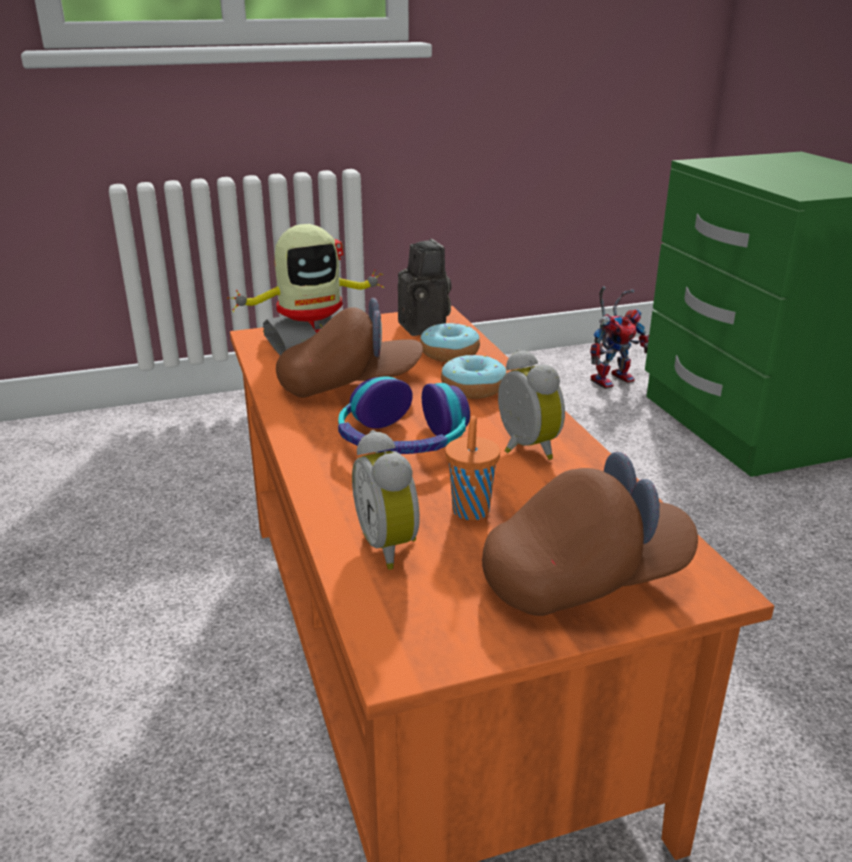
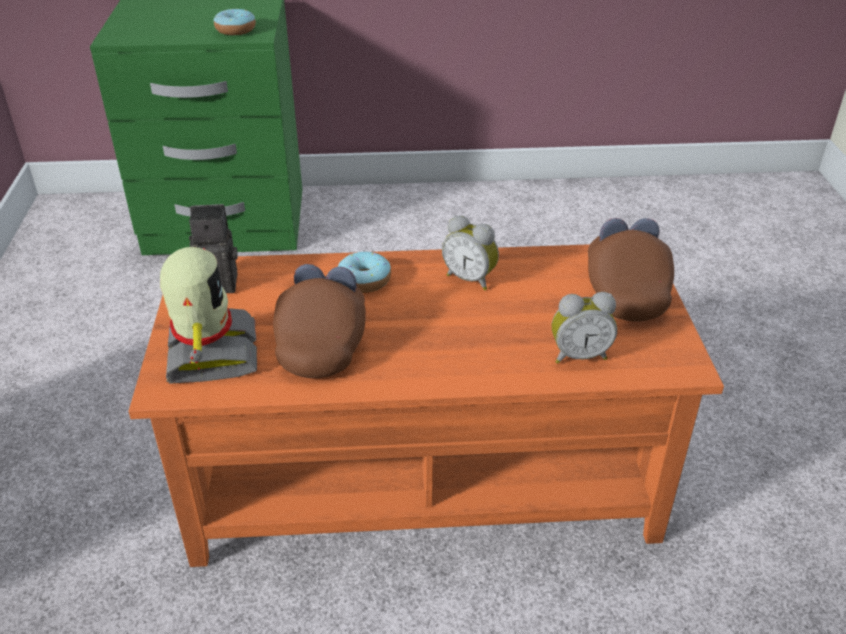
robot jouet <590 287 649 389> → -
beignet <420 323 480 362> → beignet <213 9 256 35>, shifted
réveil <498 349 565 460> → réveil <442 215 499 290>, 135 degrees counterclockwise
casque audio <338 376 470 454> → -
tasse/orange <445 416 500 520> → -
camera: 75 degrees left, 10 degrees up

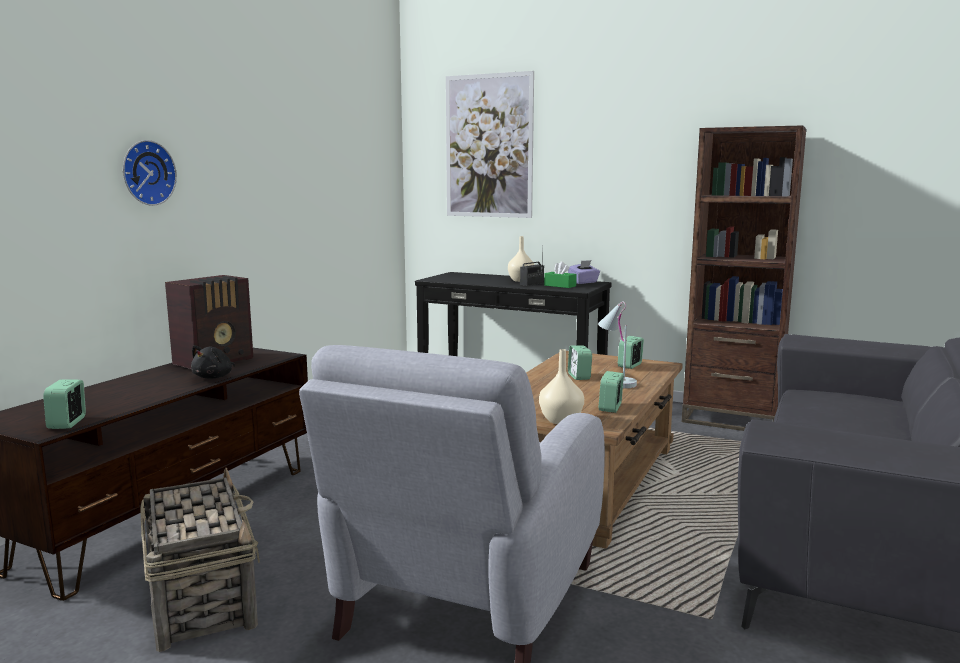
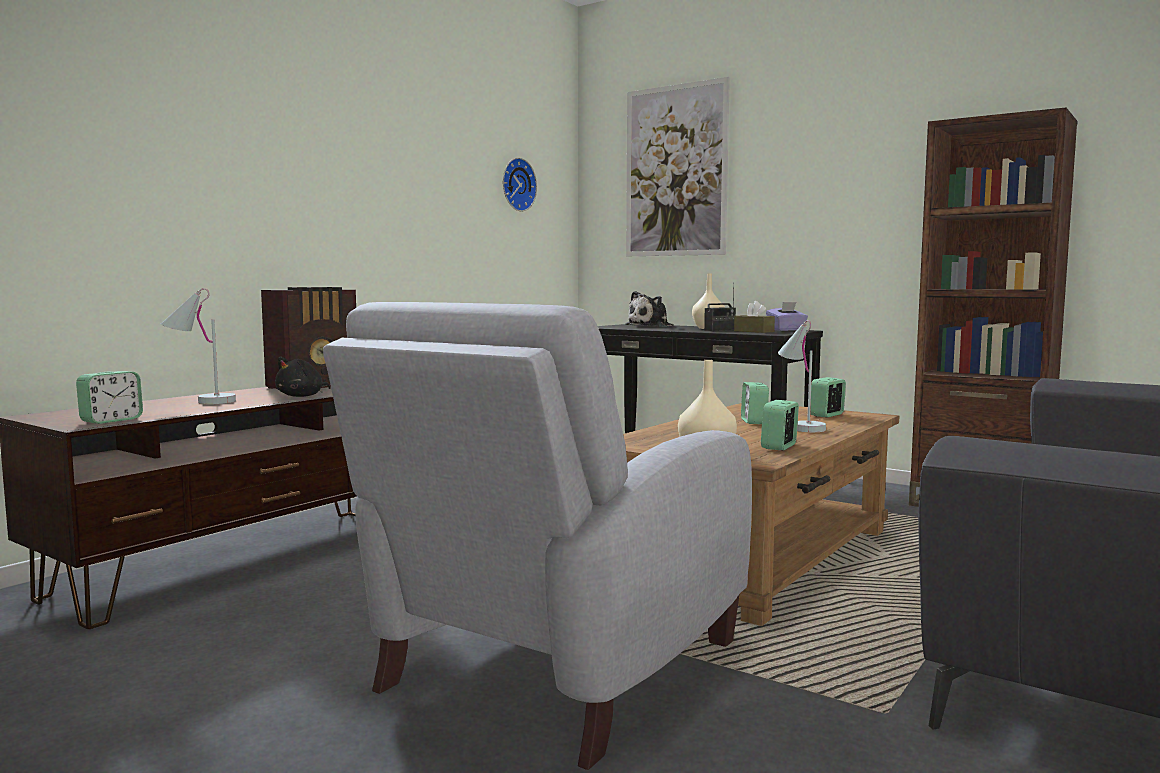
horloge murale <123 140 177 206> → horloge murale <503 158 537 212>, shifted
boîte à mouchoirs/vert <544 261 577 288> → boîte à mouchoirs/marron <734 301 775 333>
réveil <43 379 86 429> → réveil <76 371 143 424>, 150 degrees counterclockwise
panier <140 468 260 652> → -
- → lampe de table/blanc <161 288 236 404>
- → peluche <625 291 673 327>
camera: 10 degrees right, 5 degrees down

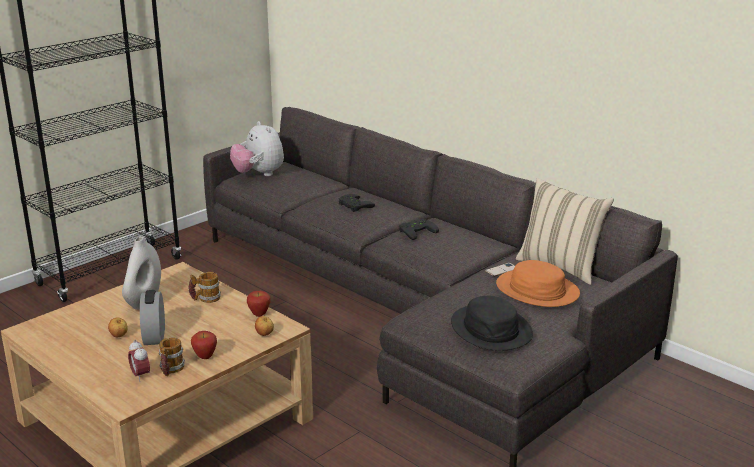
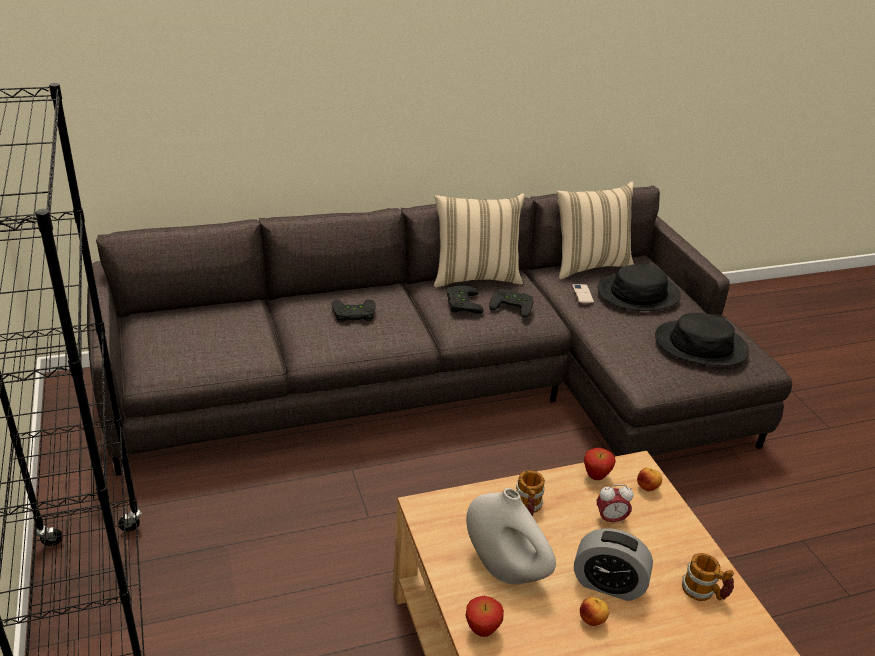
peluche <230 121 284 176> → -
chapeau/orange <496 260 580 307> → chapeau/noir <597 264 681 311>
pomme <191 331 217 359> → pomme <465 596 504 637>, shifted
réveil <128 340 150 382> → réveil <597 484 634 524>, shifted
- → coussin/beige <434 193 525 287>
- → manette/noir <489 289 533 318>
camera: 65 degrees left, 10 degrees up

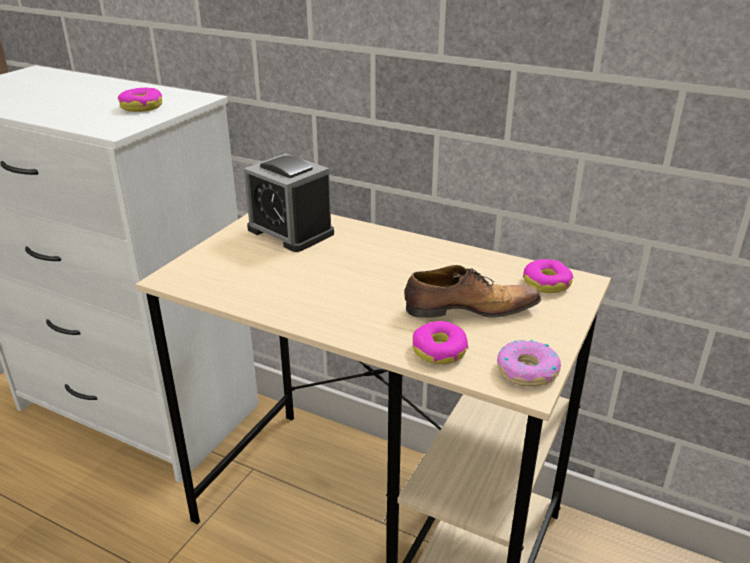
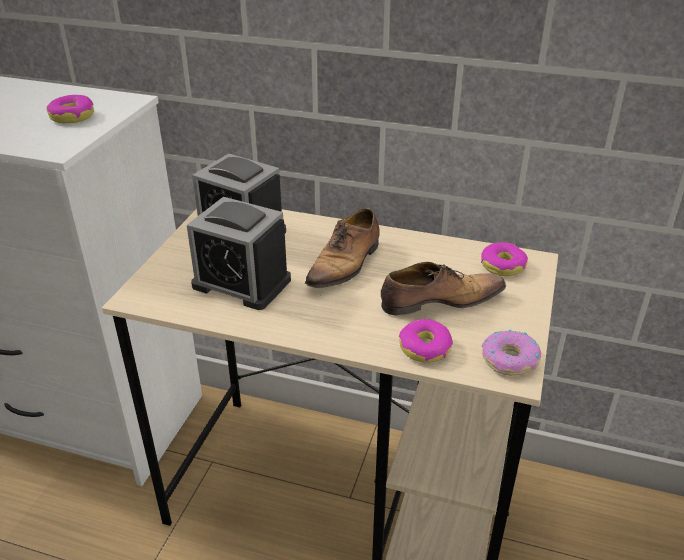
- → réveil <187 197 291 310>
- → chaussure <305 208 379 288>
camera: 10 degrees left, 5 degrees up

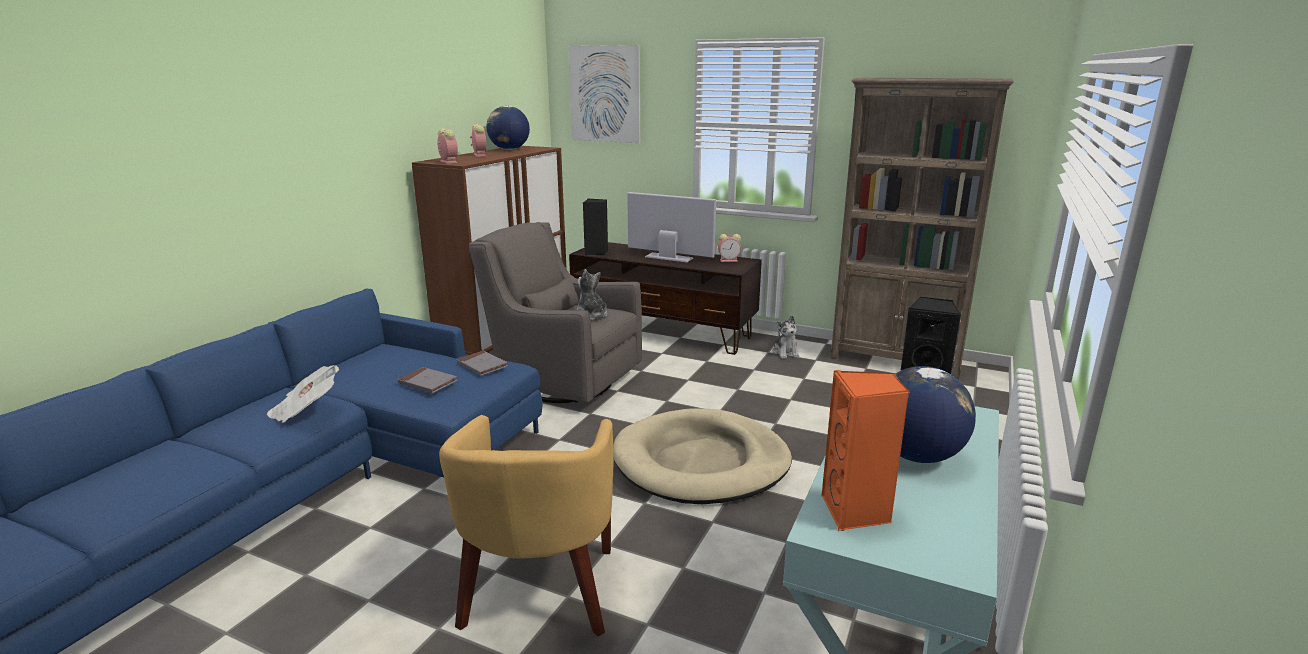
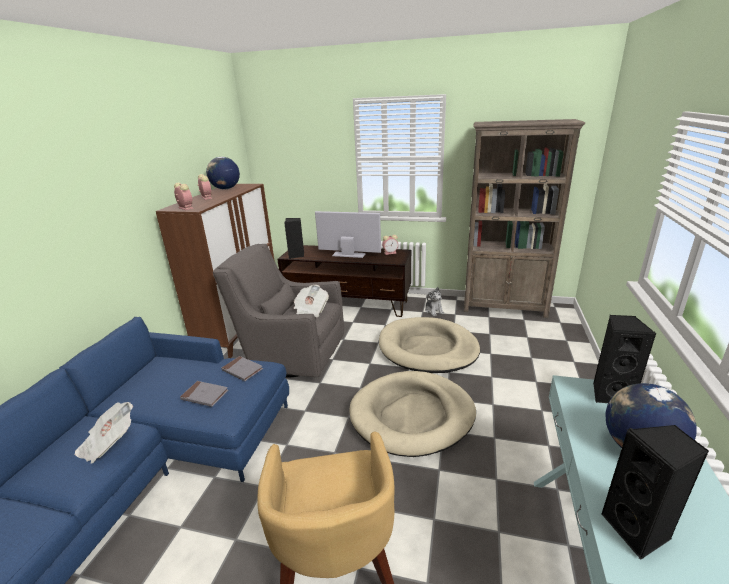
tableau <568 45 640 143> → -
peluche <577 269 607 321> → journal <294 285 329 318>
enceinte/orange <822 370 910 531> → enceinte/noir <601 425 709 559>
- → panier pour chien/beige <379 317 480 373>
camera: 10 degrees left, 5 degrees up

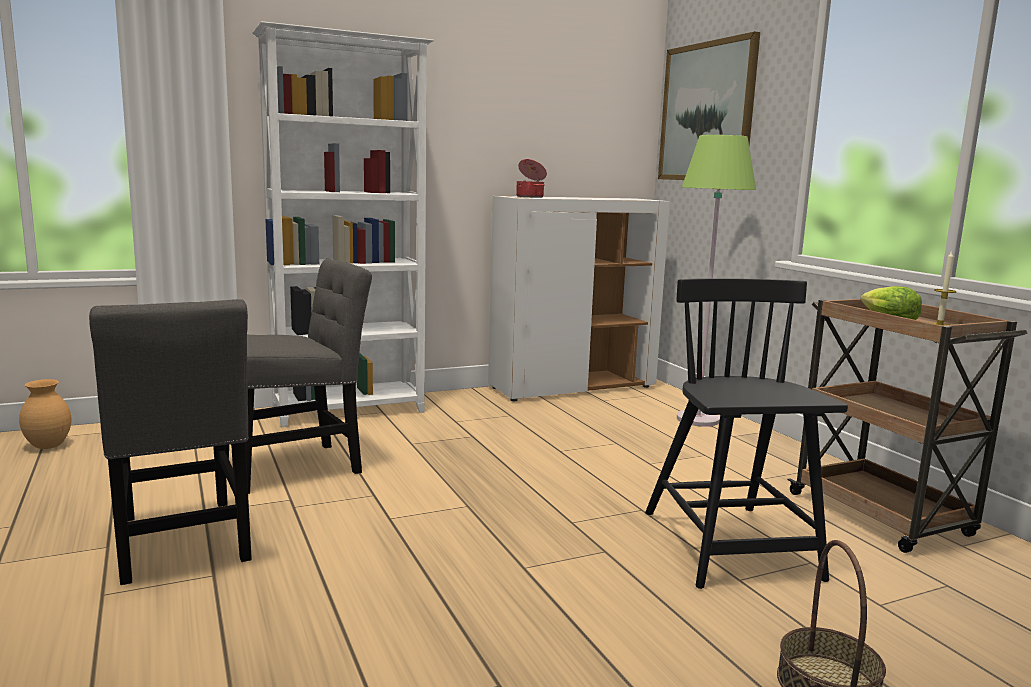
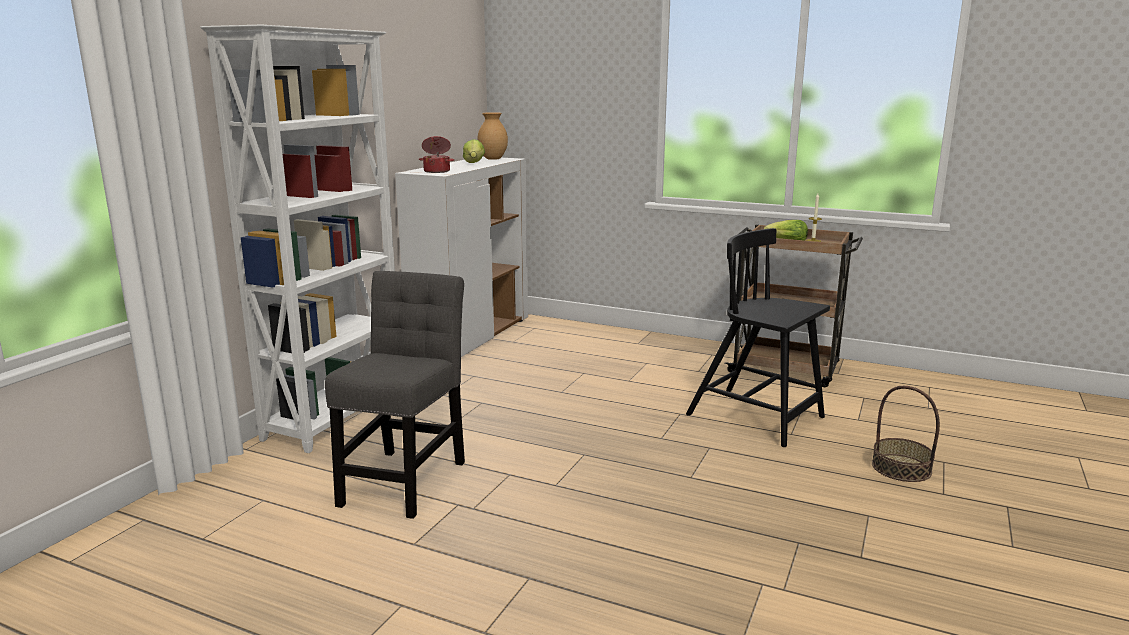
tableau <658 31 760 180> → -
lampadaire/vert <677 135 756 427> → -
chaise/gris <89 299 252 585> → -
vase/marron <19 379 72 449> → vase/marron <477 112 508 160>, shifted
- → laitue <463 139 485 163>
camera: 40 degrees left, 5 degrees up

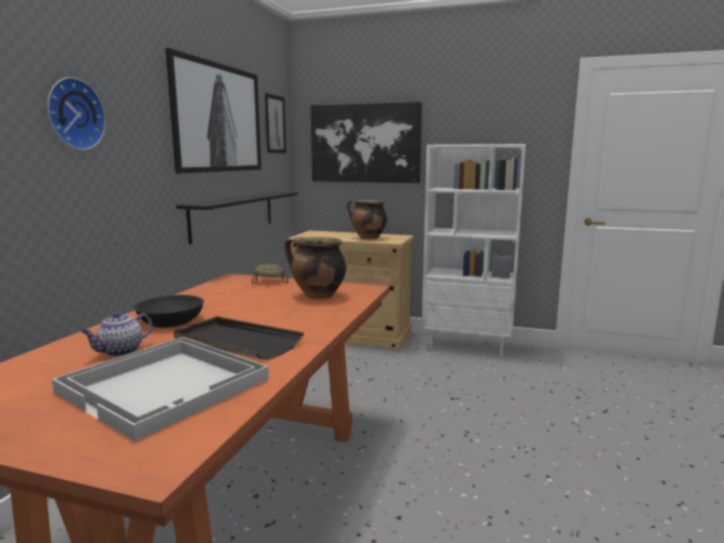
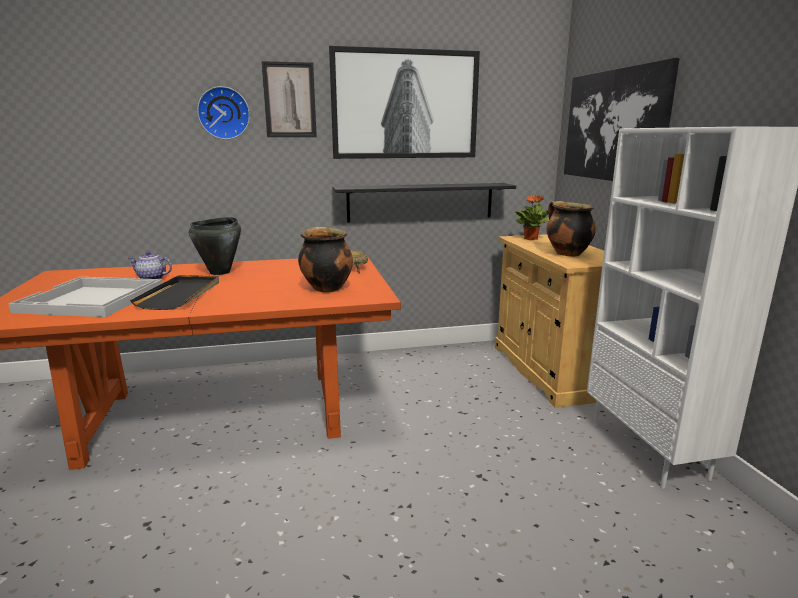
tableau <265 93 286 153> → tableau <262 61 317 137>, shifted
bol/noir <134 295 204 328> → marmite/noir <189 217 241 275>
- → plante en pot <516 195 549 240>
camera: 60 degrees right, 5 degrees up

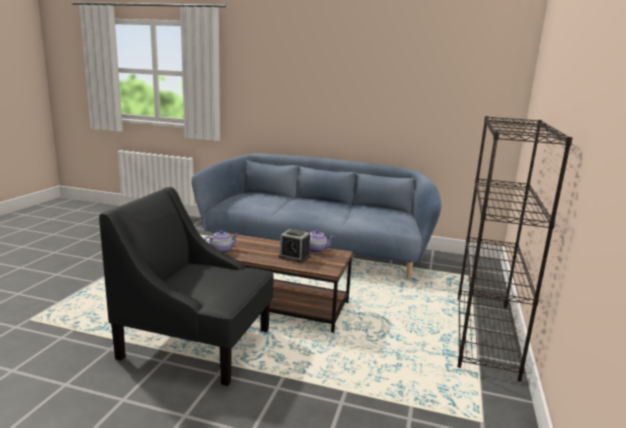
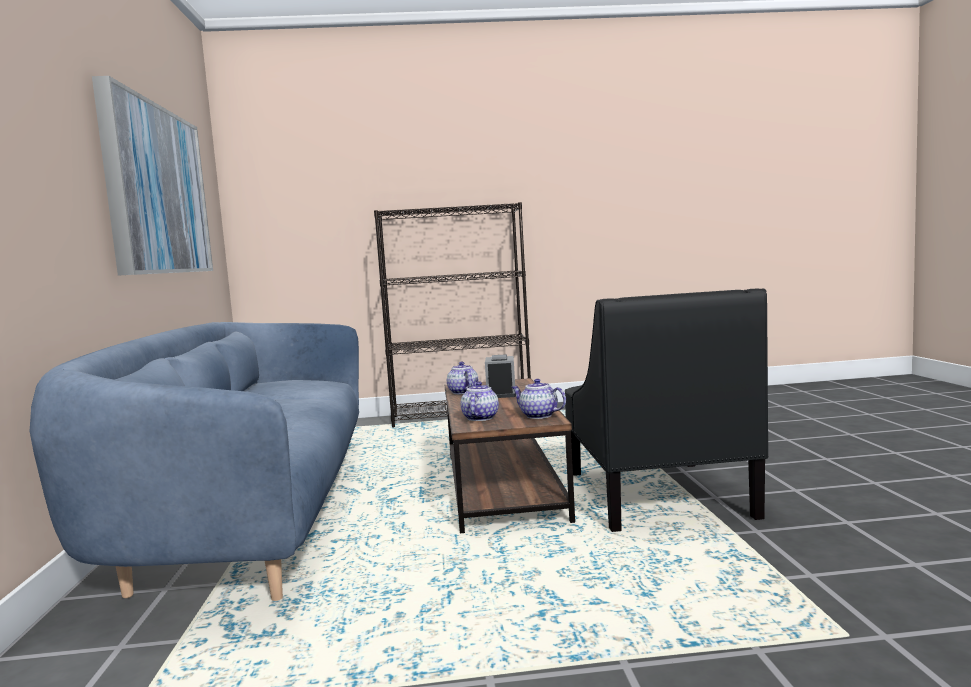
- → tableau <92 76 213 276>
- → théière <460 381 499 421>
camera: 110 degrees left, 10 degrees down

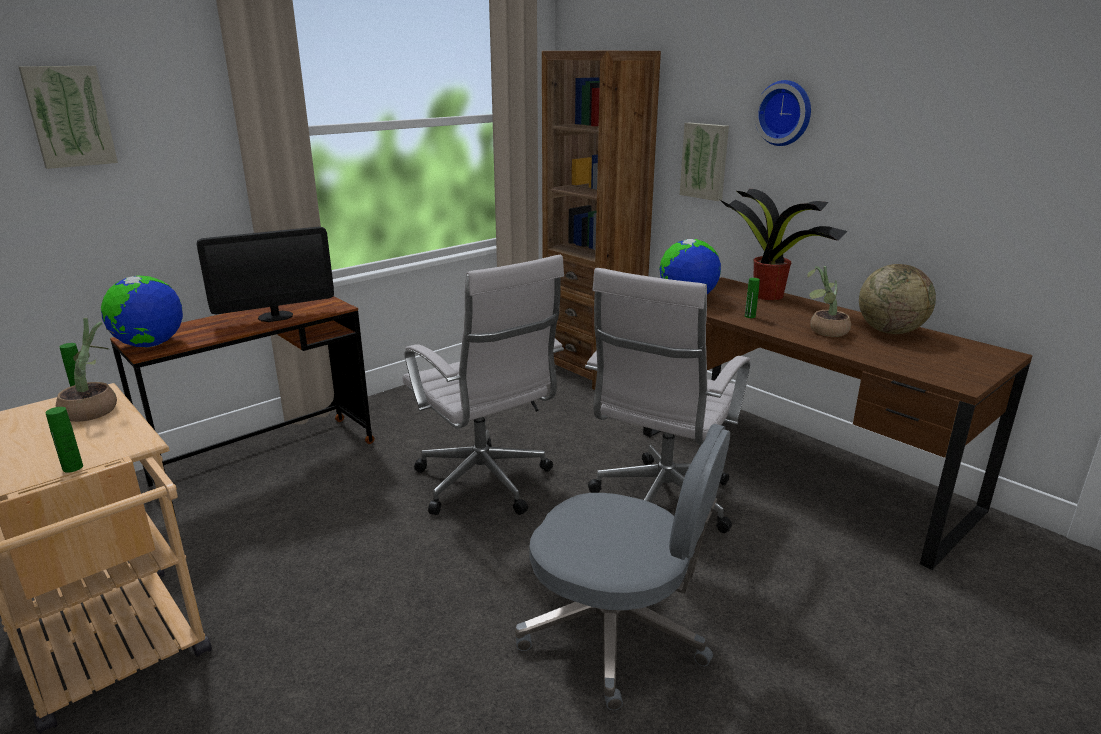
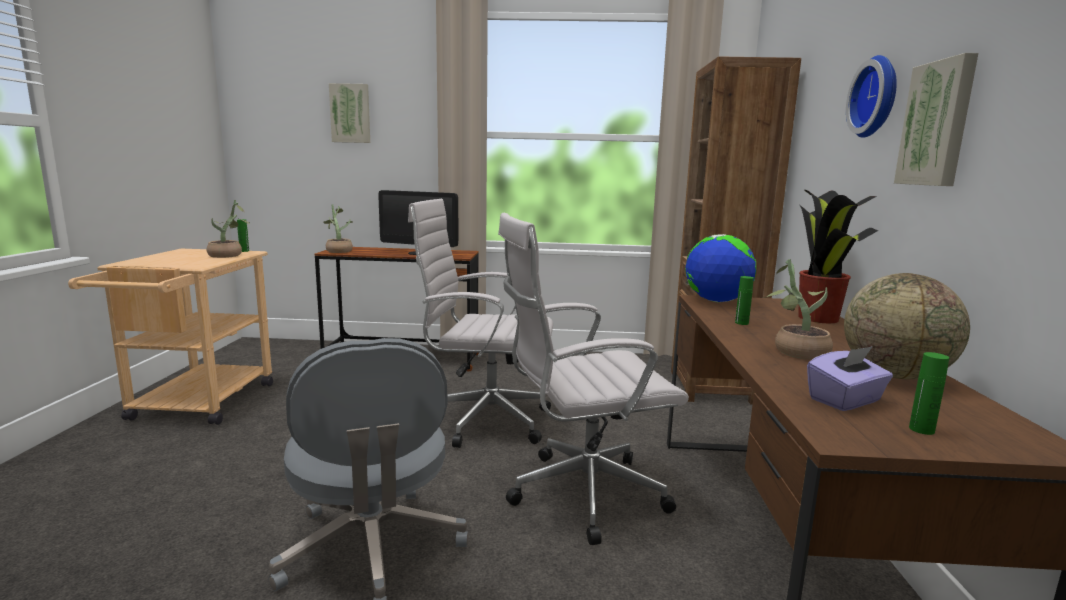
tableau <680 123 729 201> → tableau <894 53 978 186>, shifted
chaise de bureau/blanc <402 255 564 515> → chaise de bureau/blanc <408 199 553 448>, 90 degrees clockwise
globe <101 275 183 348> → plante en pot <323 205 353 253>
bouteille/vert <45 407 83 473> → bouteille/vert <909 352 949 435>, shifted
- → boîte à mouchoirs/violet <807 346 893 411>
camera: 45 degrees right, 10 degrees down

